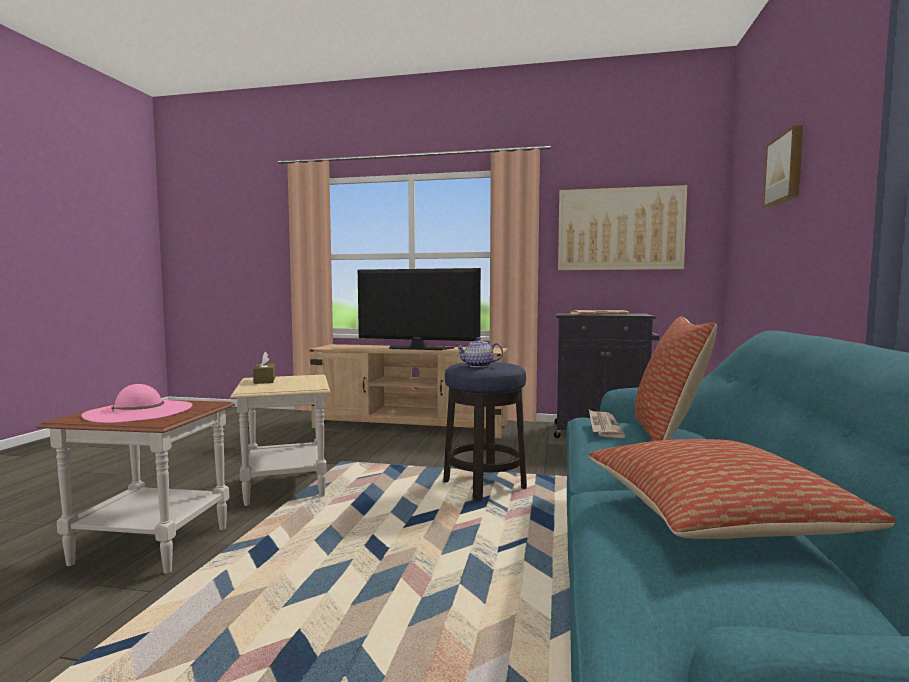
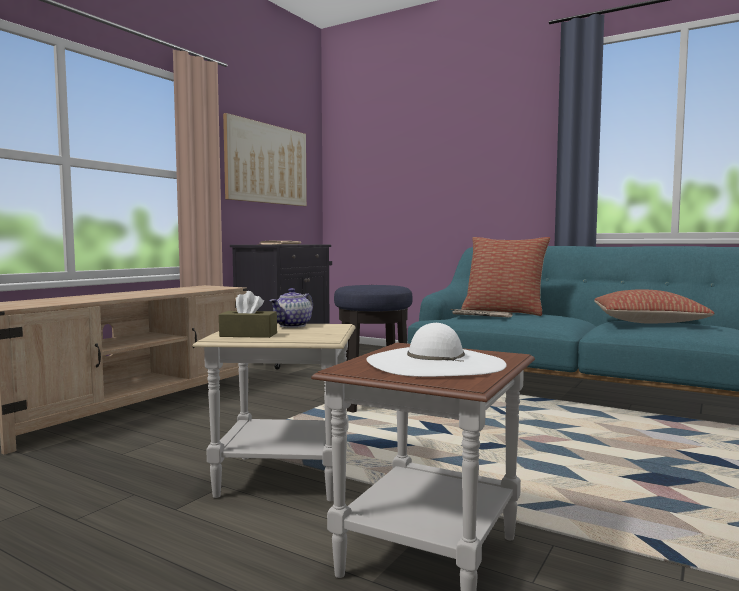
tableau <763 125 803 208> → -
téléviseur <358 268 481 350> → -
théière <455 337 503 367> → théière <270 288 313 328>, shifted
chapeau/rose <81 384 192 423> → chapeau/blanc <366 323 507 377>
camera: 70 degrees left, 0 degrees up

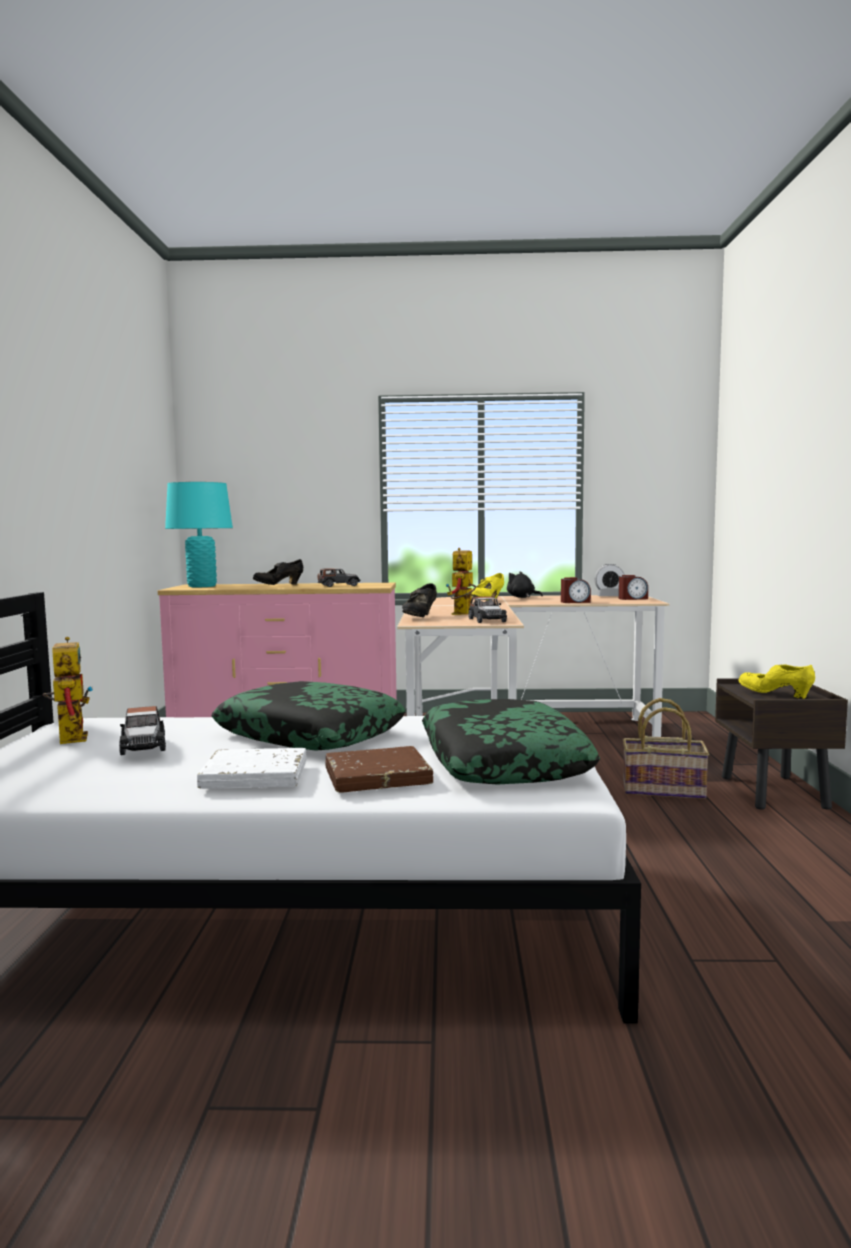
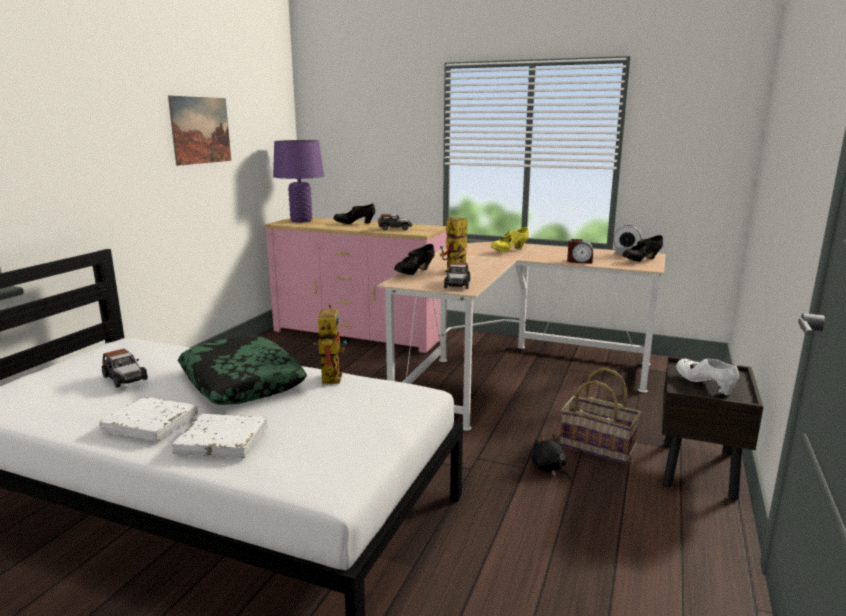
lampe de table/turquoise <165 482 233 587> → lampe de table/violet <273 140 324 223>
peluche/noir <507 571 543 598> → peluche/noir <532 434 571 480>, shifted
réveil <619 575 648 600> → chaussure/noir <622 235 663 262>
robot jouet <43 637 93 744> → robot jouet <313 304 347 384>, shifted
chaussure/jaune <739 664 815 699> → chaussure/blanc <676 359 739 395>
coussin <422 699 600 785> → -
petite voiture <119 706 166 755> → petite voiture <102 349 148 388>, 45 degrees counterclockwise
livre/marron <325 746 433 793> → livre/blanc <172 414 268 458>
- → tableau <168 96 231 166>
camera: 20 degrees right, 10 degrees up

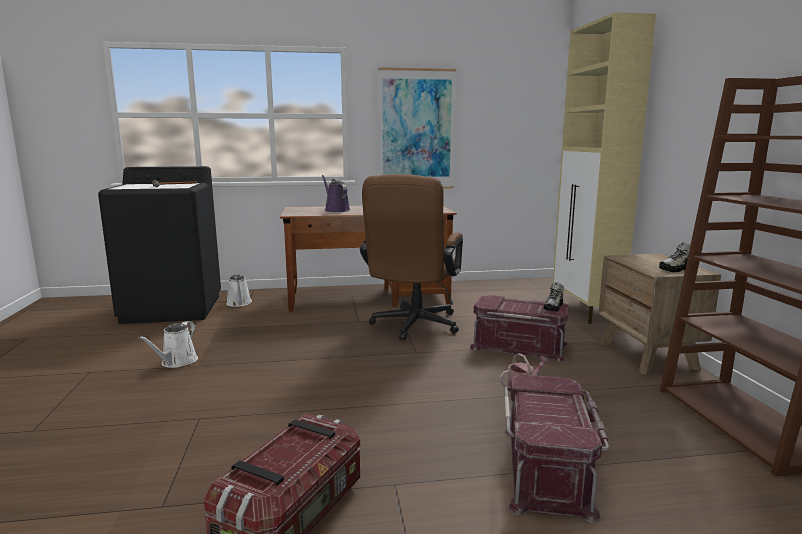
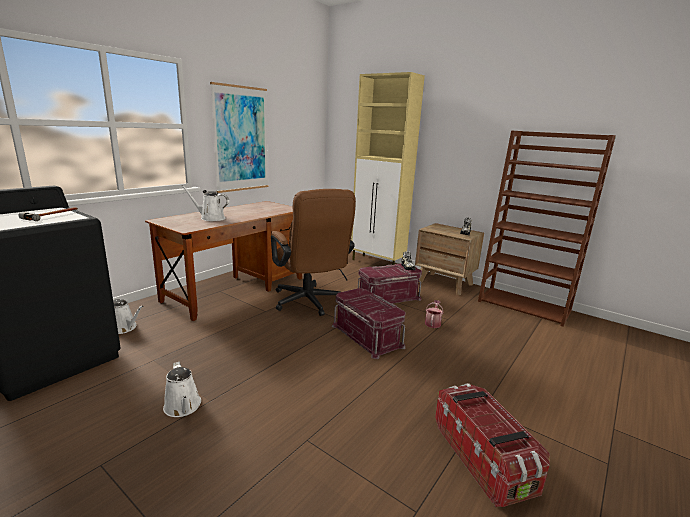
arrosoir/violet <322 175 350 212> → arrosoir/blanc <181 185 229 221>
boîte de rangement/rouge <504 374 609 524> → boîte de rangement/rouge <332 288 406 359>, shifted
camera: 45 degrees left, 5 degrees up

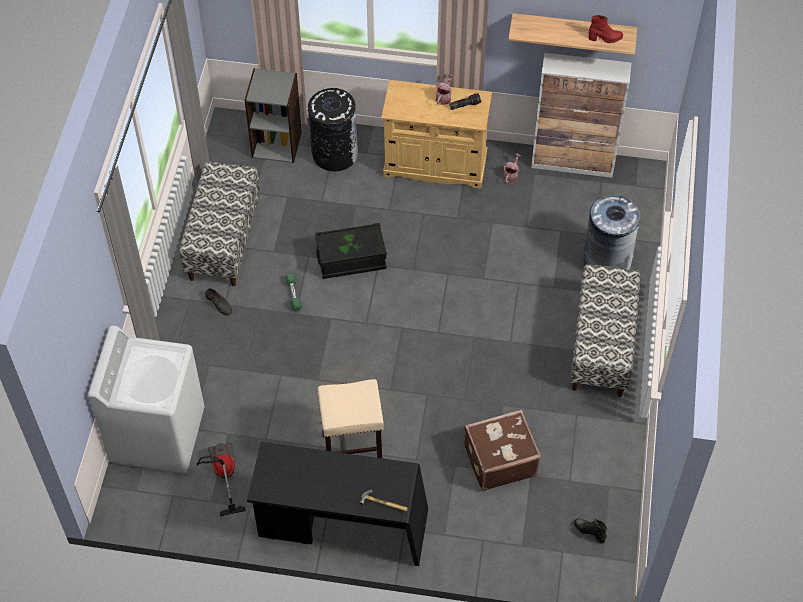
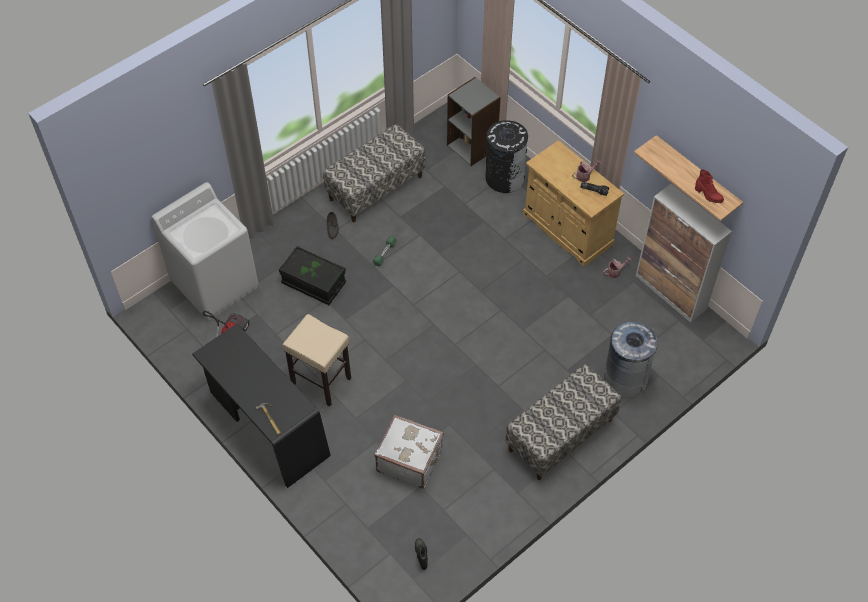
boîte de rangement/noir <315 223 387 279> → boîte de rangement/noir <279 246 346 305>, shifted
valise/marron <464 409 541 491> → valise/blanc <375 415 444 489>
camera: 40 degrees right, 0 degrees up

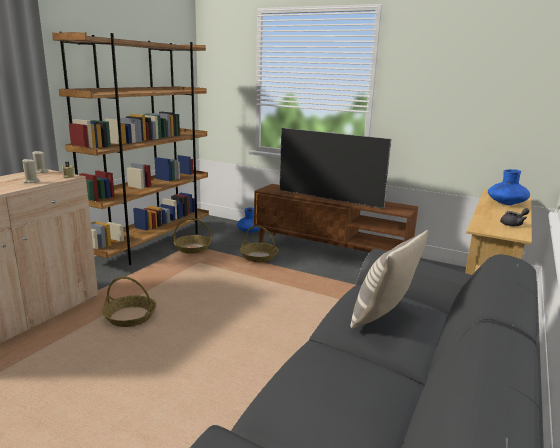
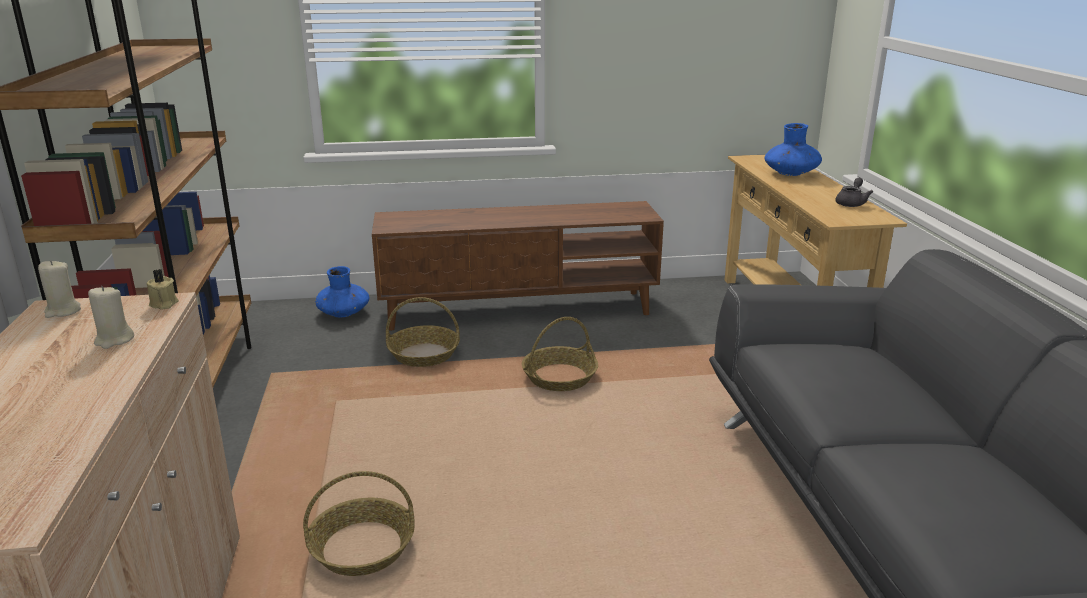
téléviseur <279 128 392 209> → -
panier <173 218 212 253> → panier <522 317 598 391>, shifted
coussin <350 230 428 329> → -
camera: 35 degrees left, 5 degrees up

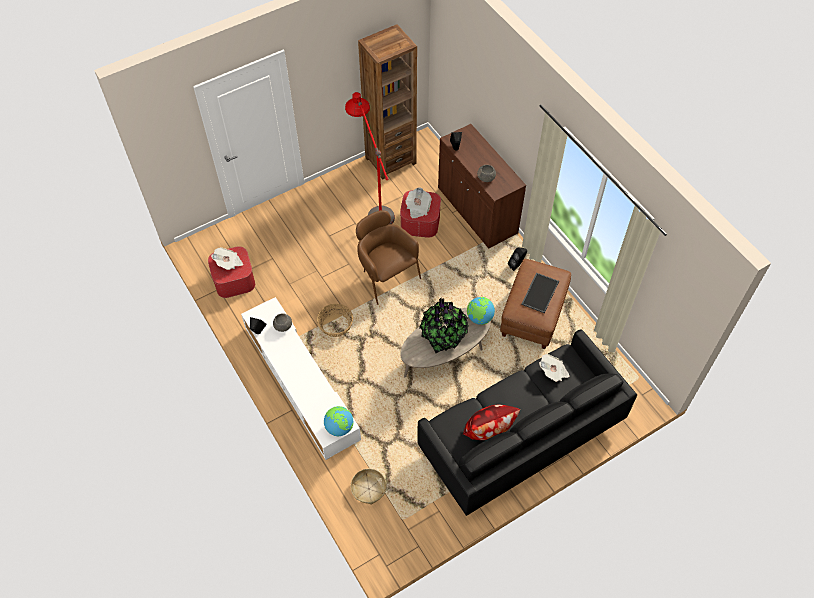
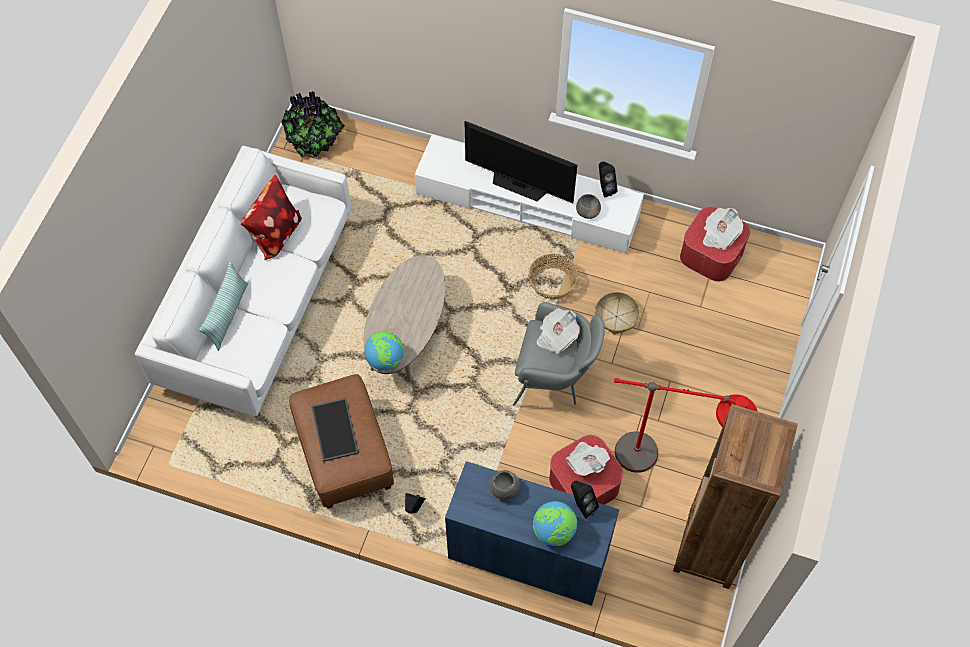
meuble de rangement/marron <438 124 526 249> → meuble de rangement/bleu <445 461 619 606>
fauteuil/marron <356 210 421 305> → fauteuil/gris <513 302 605 406>
plante en pot <419 298 469 353> → plante en pot <281 91 345 157>, shifted
canapé/noir <417 329 637 516> → canapé/blanc <135 145 351 416>
journal <539 354 570 382> → journal <536 308 580 354>, shifted
globe <324 406 354 436> → globe <533 501 577 546>, shifted
panier <351 469 387 505> → panier <595 292 640 334>, shifted
- → téléviseur <465 121 577 203>
- → coussin <199 262 248 351>
camera: 140 degrees right, 5 degrees up

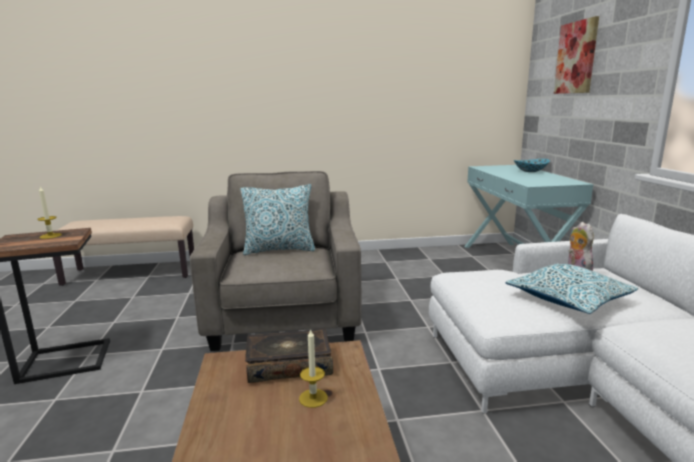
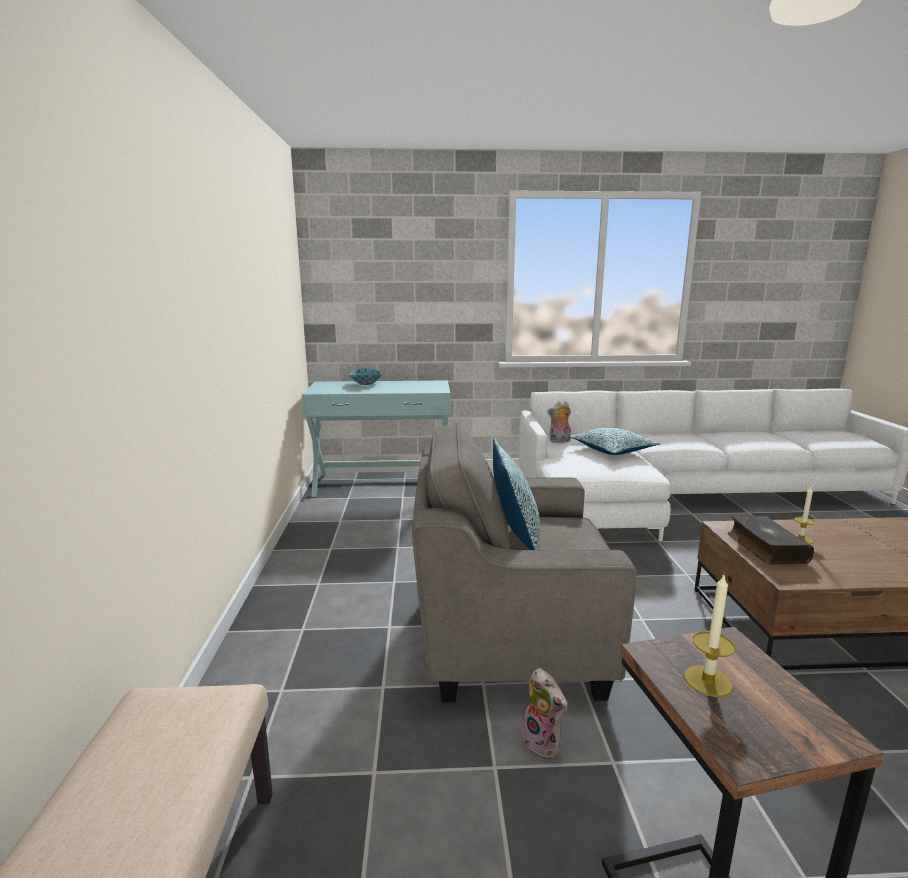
tableau <554 16 599 94> → -
- → peluche <521 668 568 760>
camera: 85 degrees left, 0 degrees up

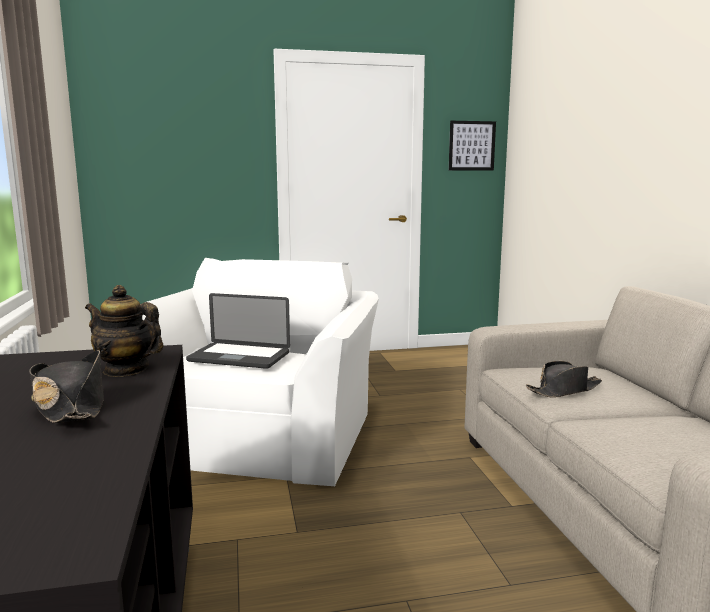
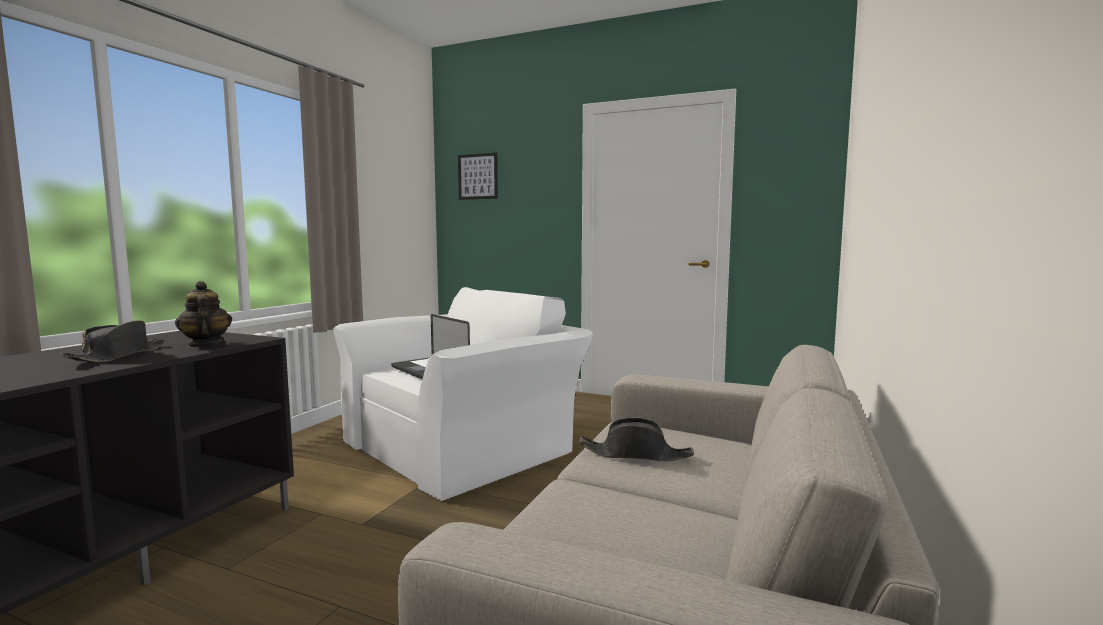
tableau <449 121 496 170> → tableau <458 152 498 200>, shifted
camera: 35 degrees right, 5 degrees down

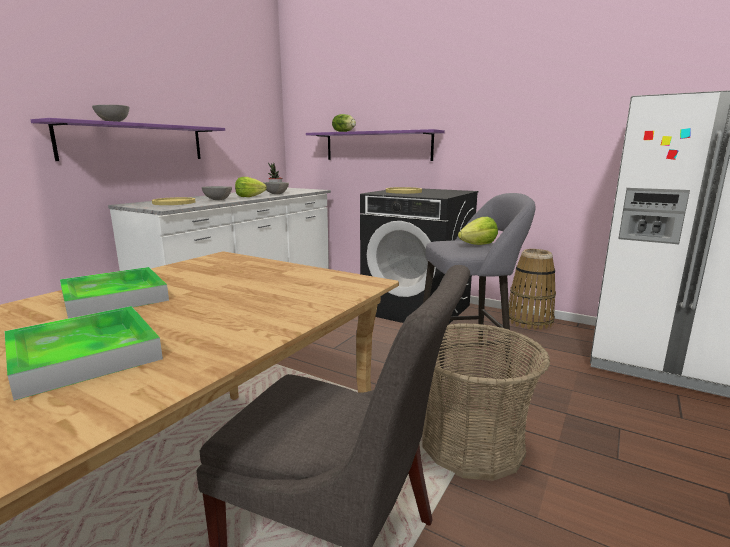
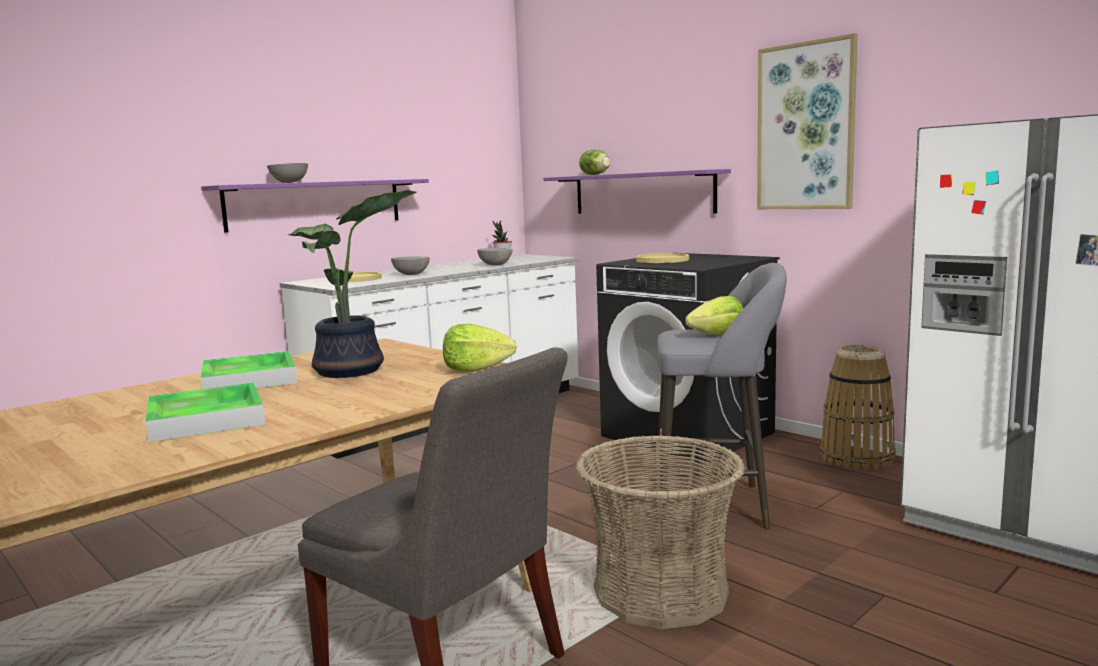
laitue <235 177 267 197> → laitue <443 324 517 372>, shifted
- → tableau <757 33 858 209>
- → plante en pot <288 190 416 378>
camera: 15 degrees right, 5 degrees down

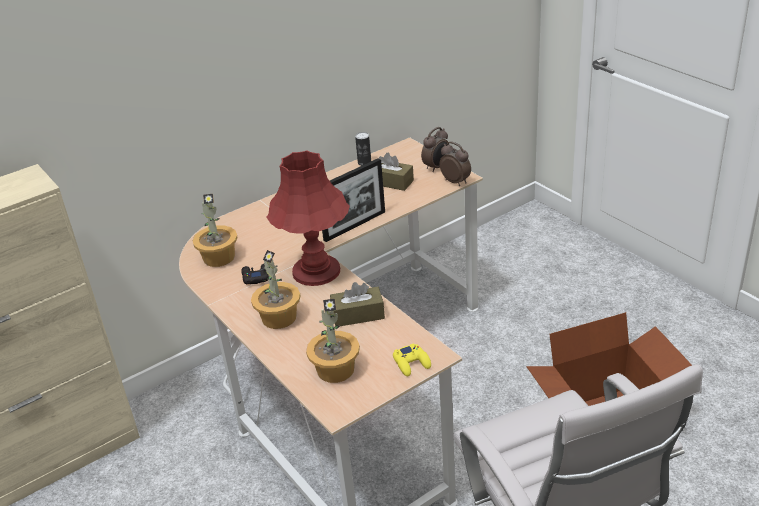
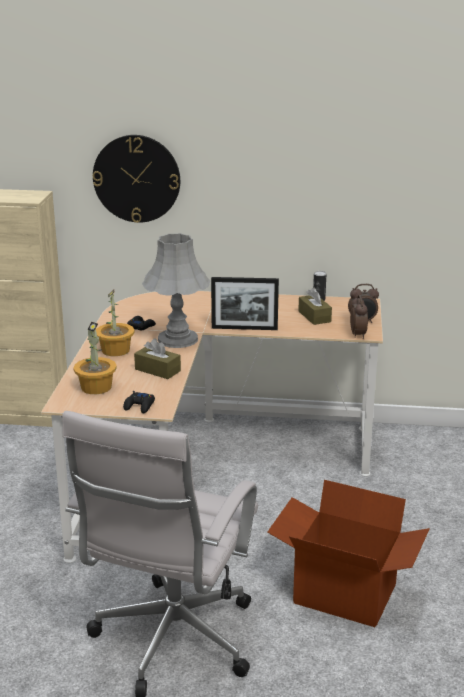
lampe de table/rouge <267 150 350 286> → lampe de table/gris <142 233 211 348>
plante en pot <193 194 238 267> → -
manette/jaune <393 343 431 376> → manette/noir <123 391 155 413>
- → horloge murale <93 135 180 223>
camera: 40 degrees right, 10 degrees down

